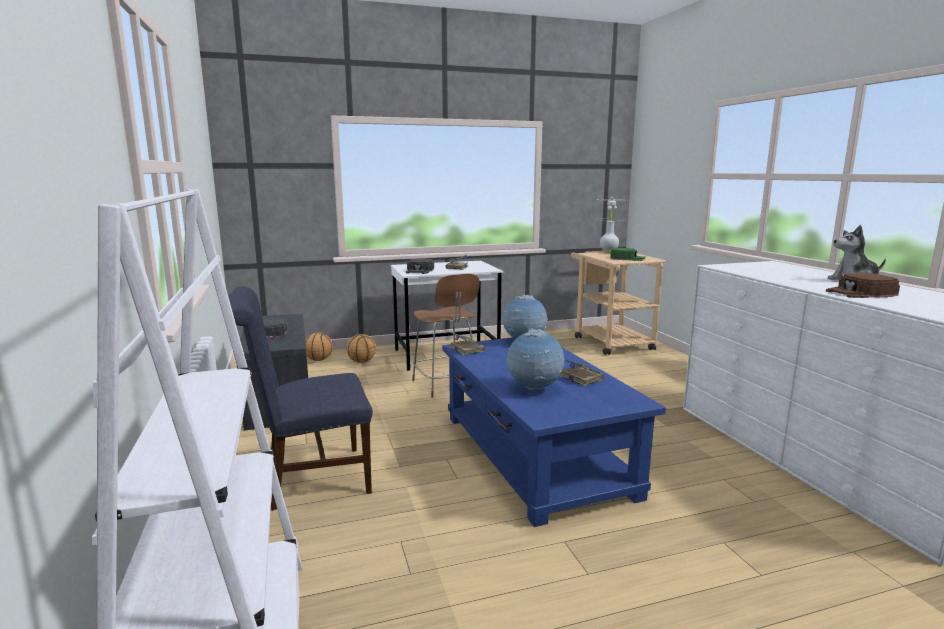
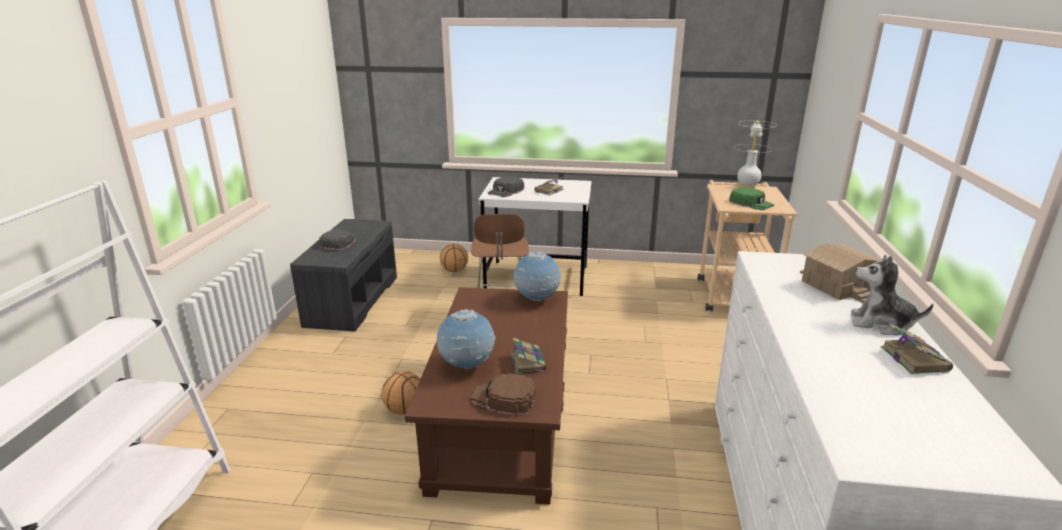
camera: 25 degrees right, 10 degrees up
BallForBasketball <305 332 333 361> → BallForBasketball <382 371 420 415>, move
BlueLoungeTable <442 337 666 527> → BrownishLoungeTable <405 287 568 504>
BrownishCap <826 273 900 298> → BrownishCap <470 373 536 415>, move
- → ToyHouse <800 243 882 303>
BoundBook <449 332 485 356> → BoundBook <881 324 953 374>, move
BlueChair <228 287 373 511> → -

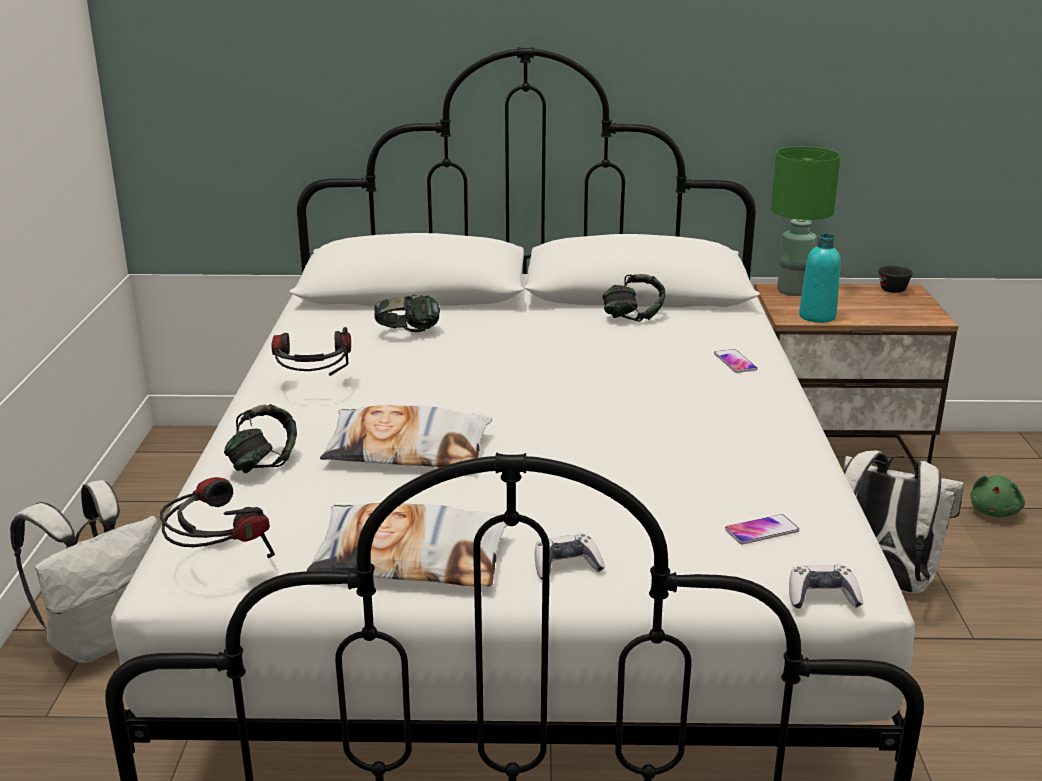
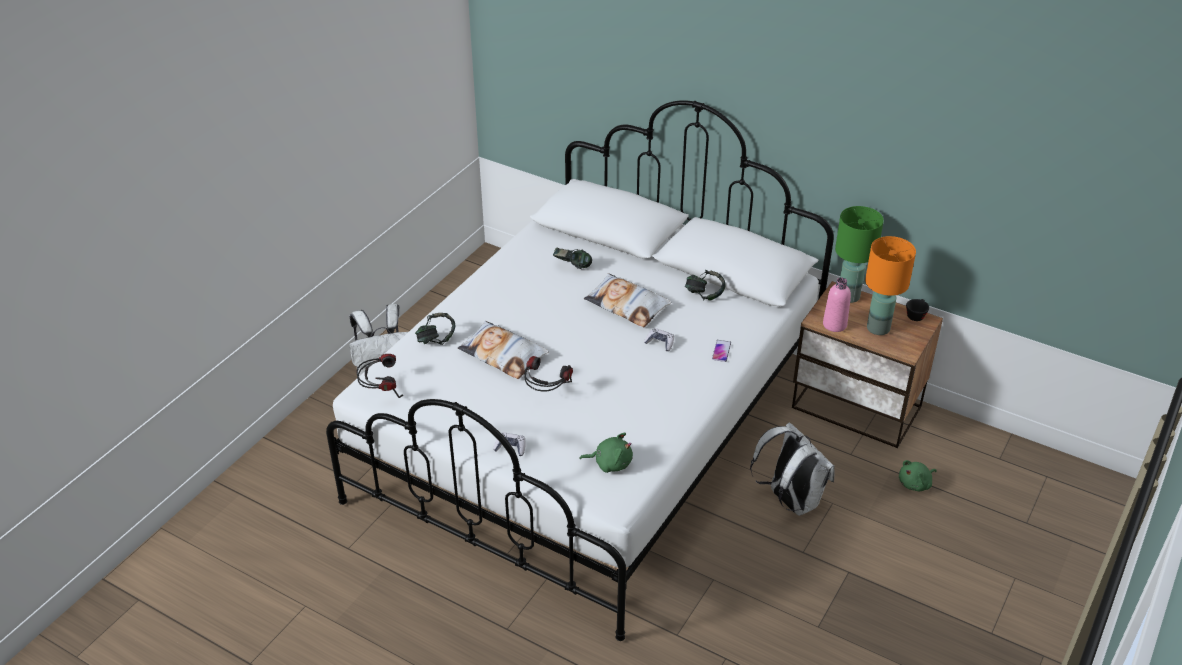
camera: 30 degrees right, 15 degrees up
Headset <271 327 351 376> → Headset <524 356 573 392>, move
Telephone <725 514 800 544> → GreenishCuddlyToy <580 433 633 473>
ThrowPillow <307 503 508 586> → ThrowPillow <584 274 671 327>, move
Gamepad <789 565 863 609> → Gamepad <644 328 674 351>, move
TurquoiseDrinkBottle <799 234 841 323> → PinkColouredDrinkBottle <823 278 851 332>
- → OrangeColouredTabletopLamp <865 236 916 335>

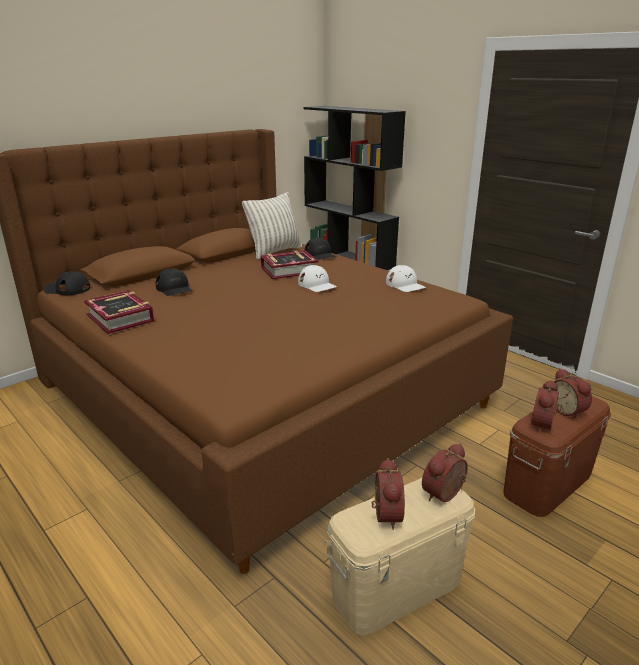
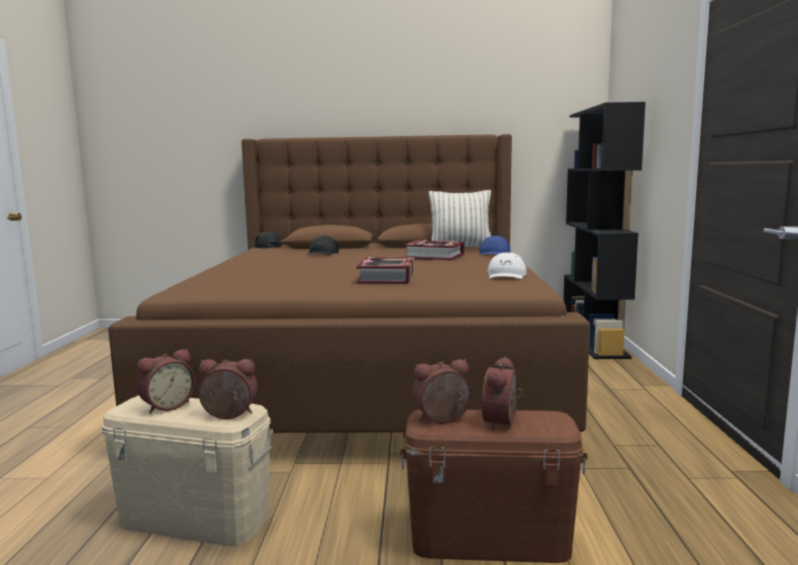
camera: 45 degrees right, 15 degrees down
BoundBook <84 290 154 334> → BoundBook <356 257 414 284>, move
BlackishCap <304 238 336 260> → BlueCap <480 235 511 255>
WhiteCap <298 265 337 292> → -

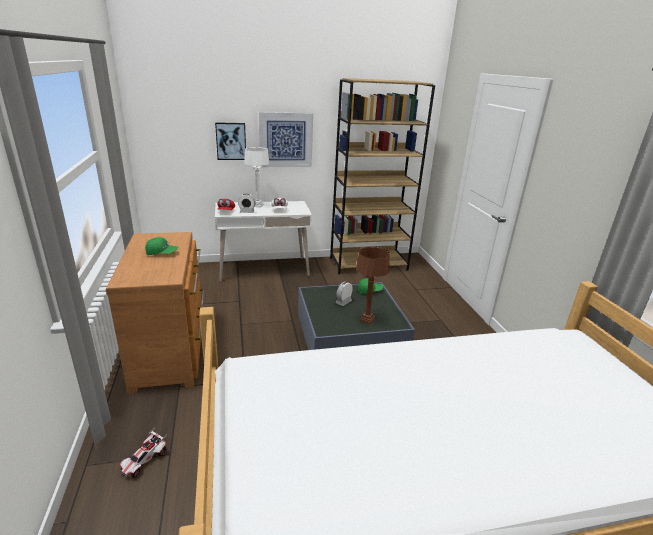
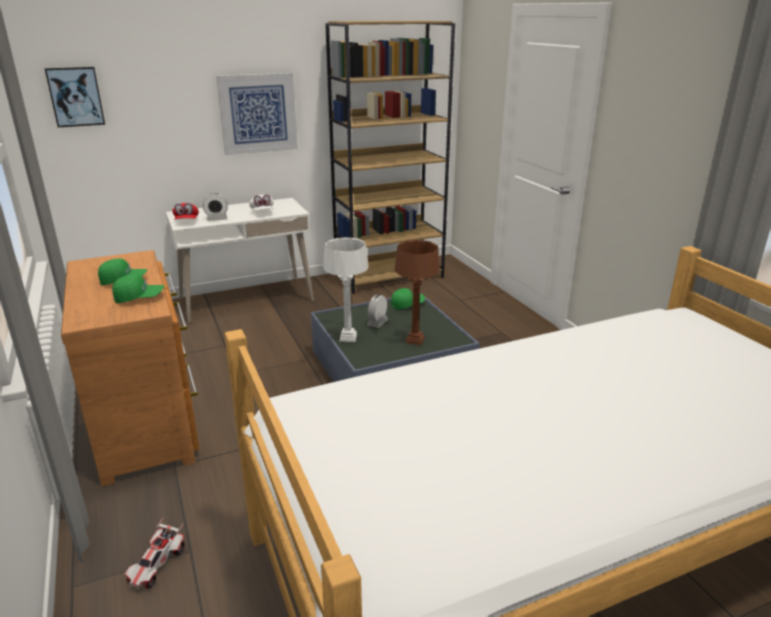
camera: 10 degrees left, 0 degrees up
Picture <215 122 246 160> → Picture <45 67 105 127>, move
- → GreenishCap <112 274 164 303>
WhiteTabletopLamp <244 147 269 208> → WhiteTabletopLamp <323 237 369 342>, move

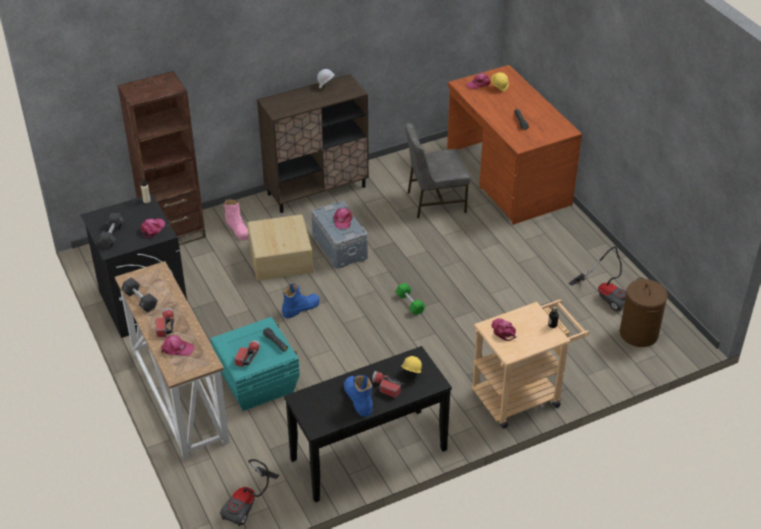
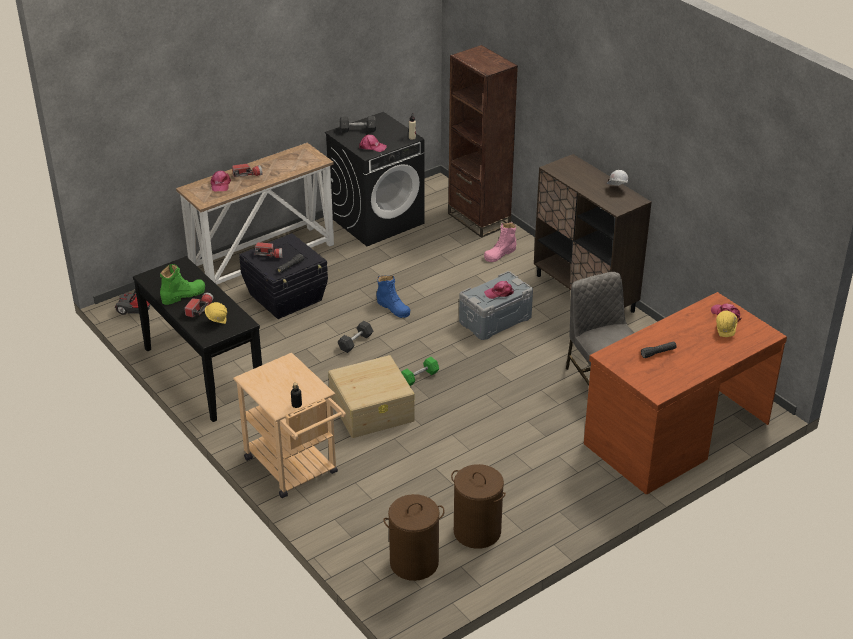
camera: 80 degrees right, 5 degrees down
BlueBoot <344 375 373 417> → GreenishBoot <160 264 205 305>
TurquoiseStorageContainer <211 317 300 411> → BlackishStorageContainer <239 233 328 319>
SandColouredStorageContainer <247 214 313 281> → SandColouredStorageContainer <329 355 415 438>, move
GreyishHandWeight <121 277 158 312> → GreyishHandWeight <338 321 373 353>, move
VacuumCleaner <569 246 626 312> → BrownishLaundryBasket <451 464 506 549>
PinkColouredCap <491 318 517 341> → -

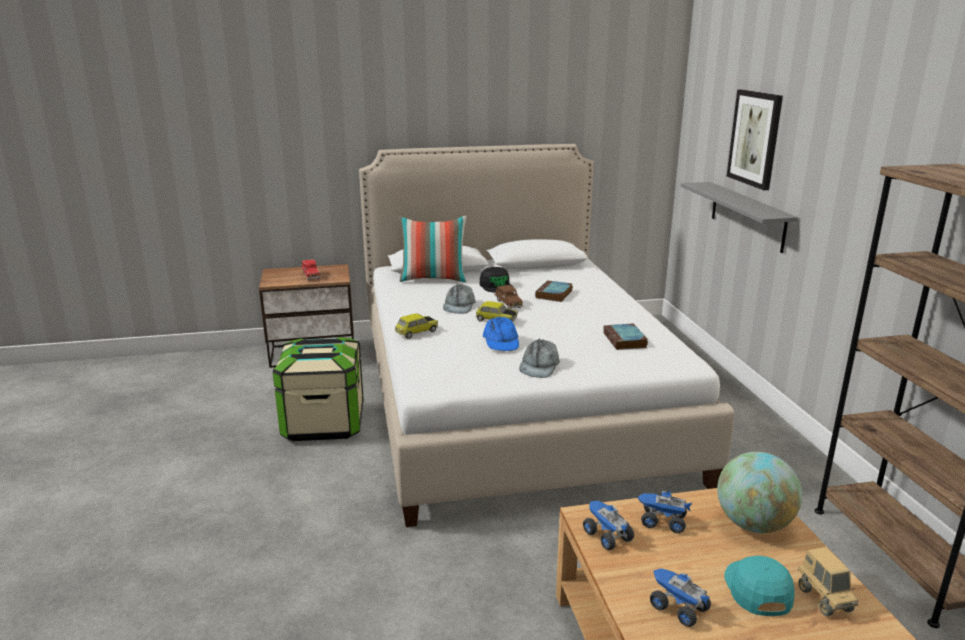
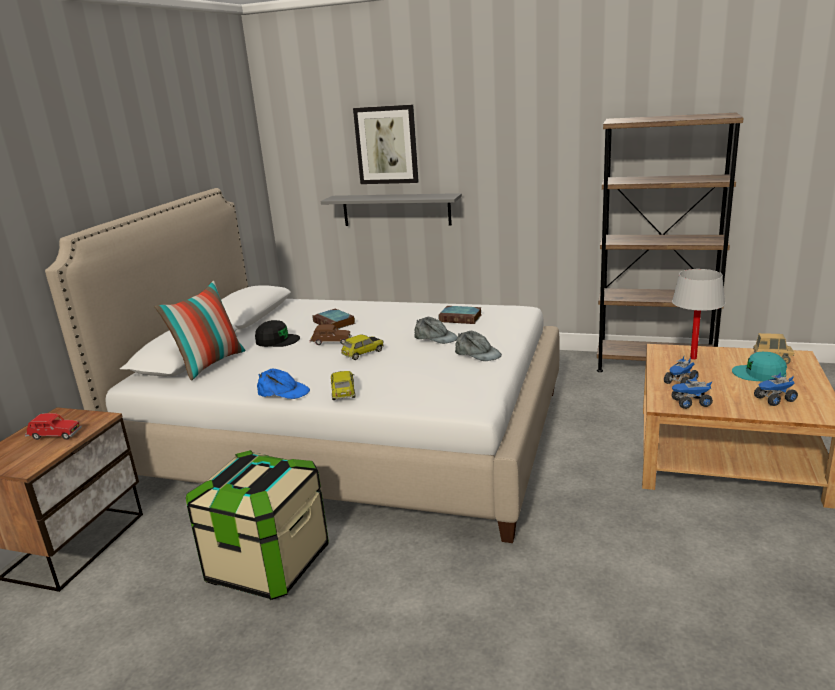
camera: 60 degrees left, 0 degrees up
BlueCap <483 317 519 351> → BlueCap <257 369 310 399>, move
GreyishCap <443 284 476 314> → GreyishCap <414 317 458 344>, move
DeskGlobe <717 452 802 533> → WhiteTabletopLamp <672 269 725 360>

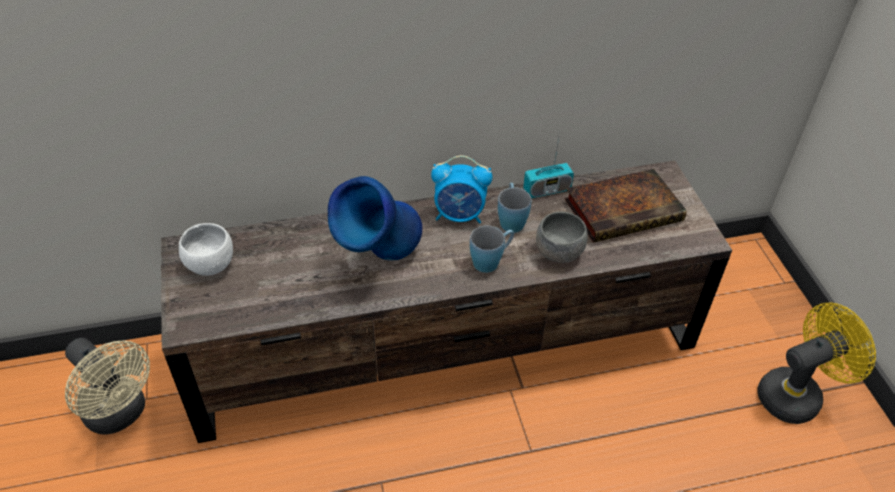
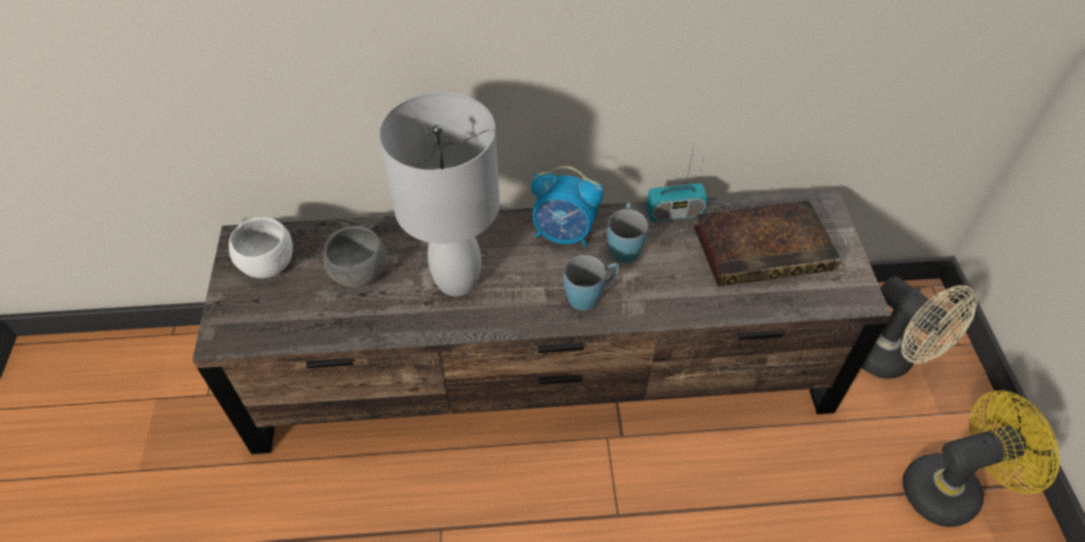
camera: 10 degrees right, 5 degrees up
GreyishServingBowl <536 212 588 263> → GreyishServingBowl <323 226 387 288>, move
BlueDecorativeVase <328 176 422 261> → WhiteTabletopLamp <379 92 500 296>
SandColouredElectricFan <65 338 150 435> → SandColouredElectricFan <861 277 977 379>, move

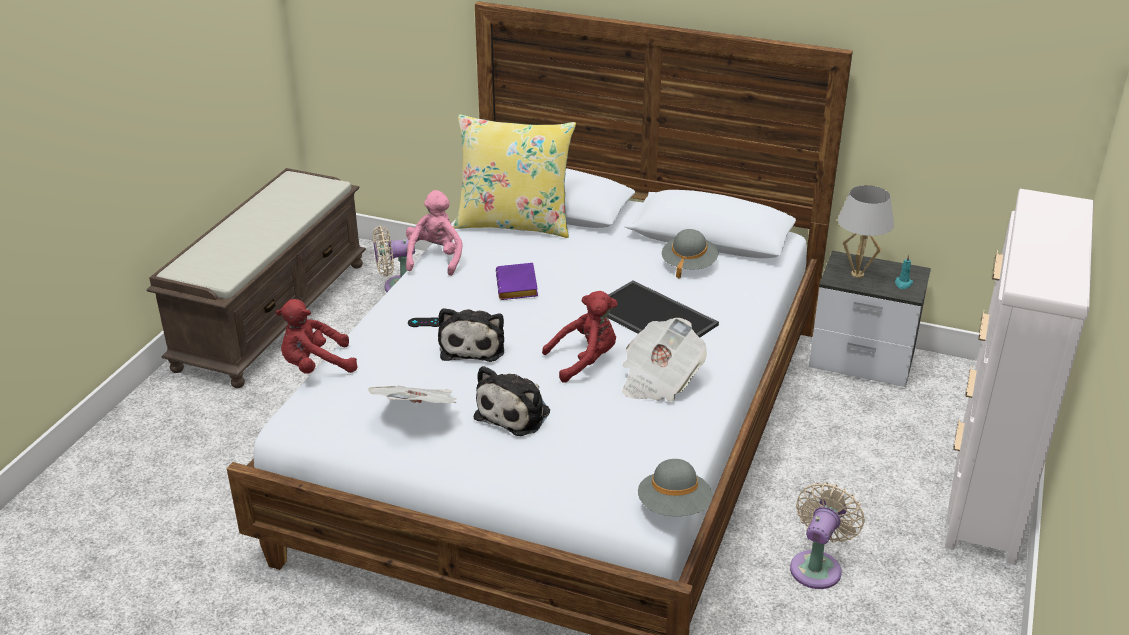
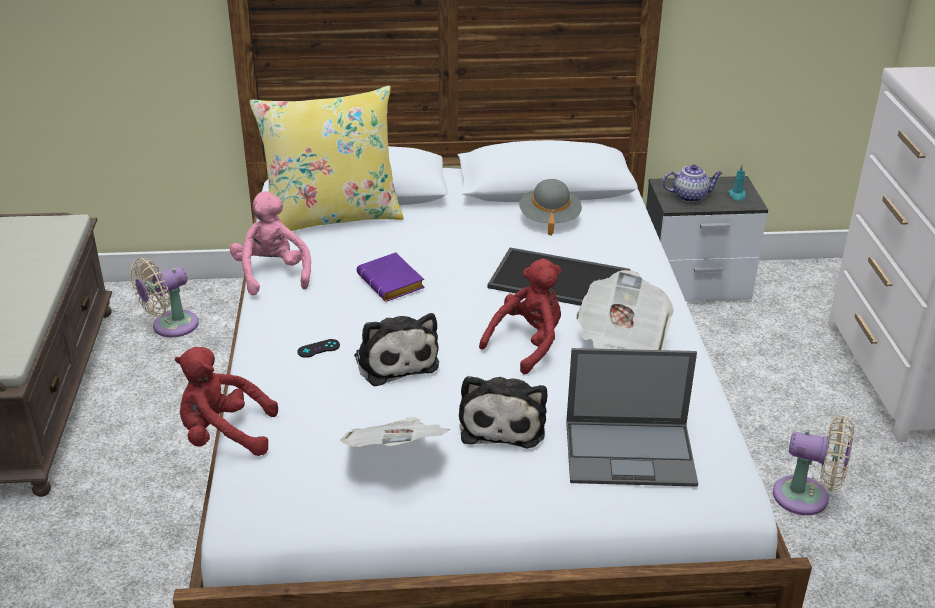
camera: 25 degrees left, 0 degrees up
RedCuddlyToy <276 299 357 374> → RedCuddlyToy <175 347 278 456>, 45 degrees clockwise
- → NotebookComputer <566 348 698 487>
WhiteTabletopLamp <838 185 894 278> → PotForTea <662 165 723 202>
SandColouredElectricFan <790 482 865 589> → SandColouredElectricFan <773 416 854 515>, 105 degrees clockwise
GreyishHat <638 459 712 516> → -

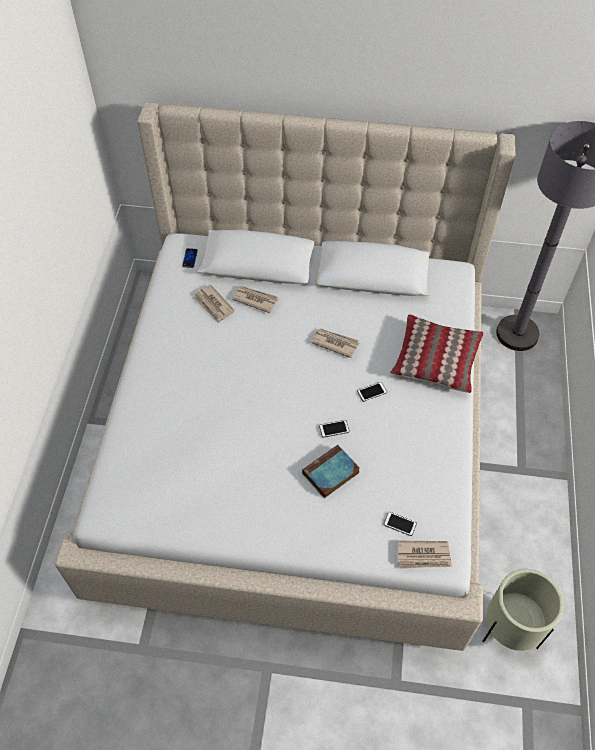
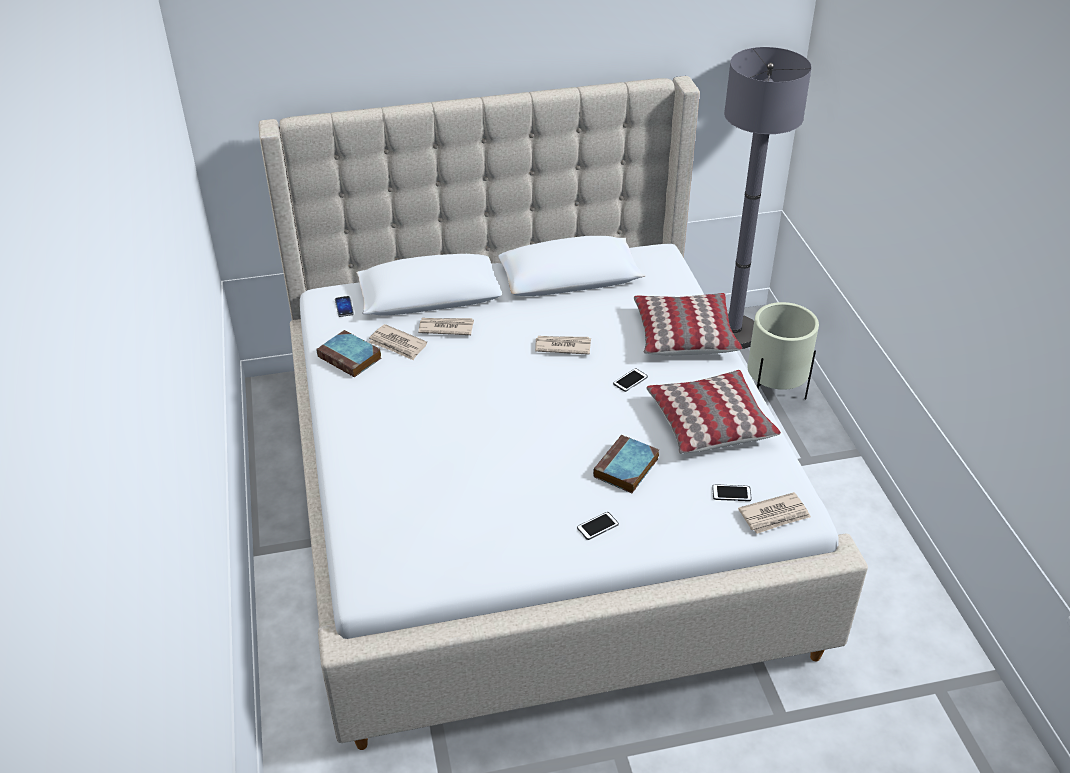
camera: 20 degrees left, 15 degrees down
- → BoundBook <316 330 381 377>
Telephone <319 420 350 438> → Telephone <577 512 619 540>, move
- → ThrowPillow <646 370 781 454>
SandColouredPlantPot <483 569 564 651> → SandColouredPlantPot <748 302 819 399>, move

